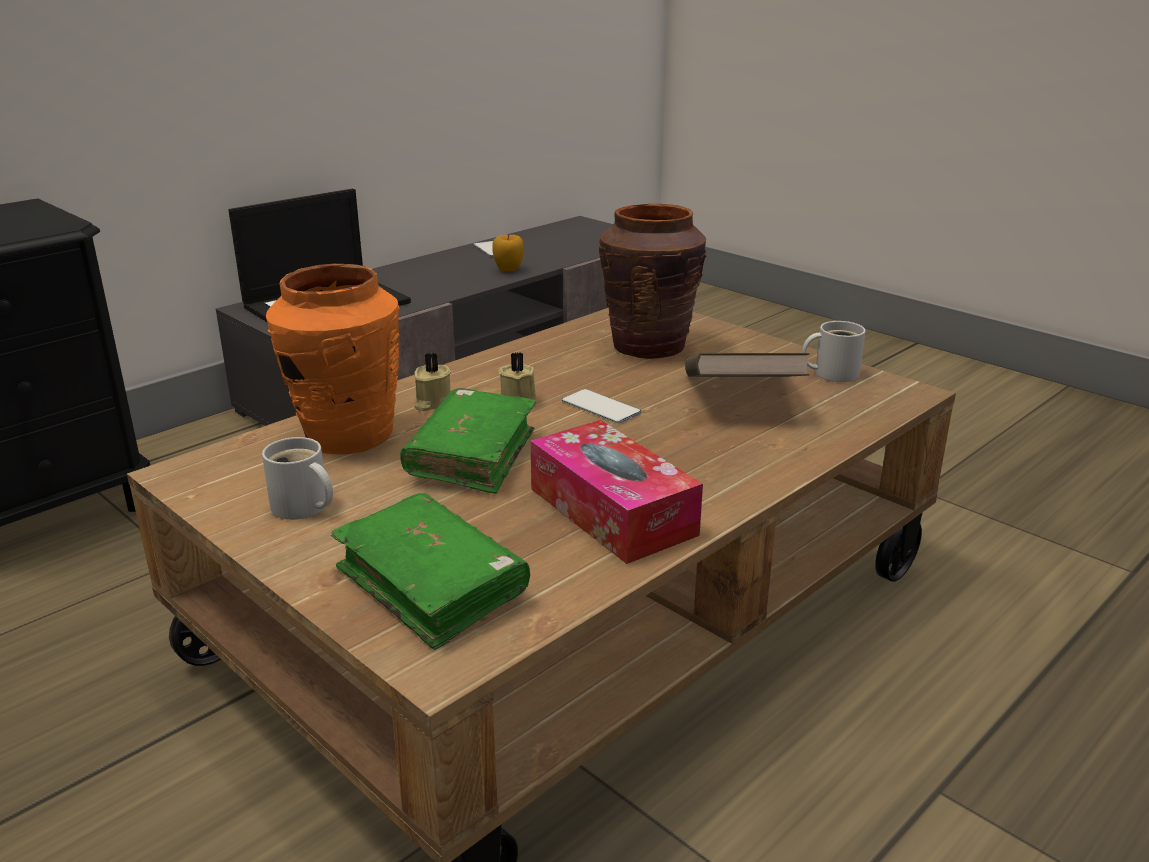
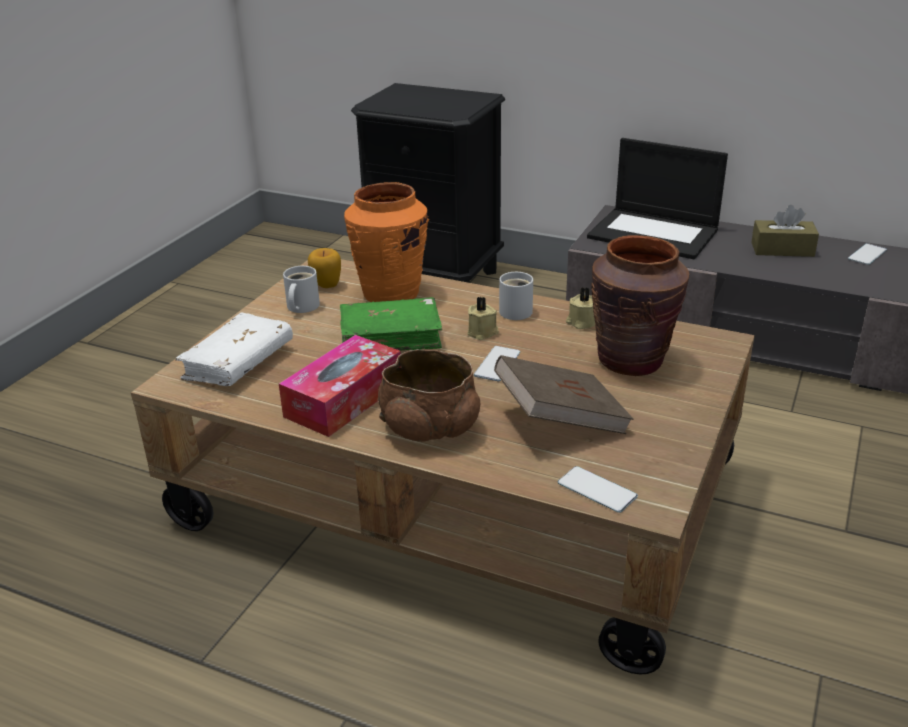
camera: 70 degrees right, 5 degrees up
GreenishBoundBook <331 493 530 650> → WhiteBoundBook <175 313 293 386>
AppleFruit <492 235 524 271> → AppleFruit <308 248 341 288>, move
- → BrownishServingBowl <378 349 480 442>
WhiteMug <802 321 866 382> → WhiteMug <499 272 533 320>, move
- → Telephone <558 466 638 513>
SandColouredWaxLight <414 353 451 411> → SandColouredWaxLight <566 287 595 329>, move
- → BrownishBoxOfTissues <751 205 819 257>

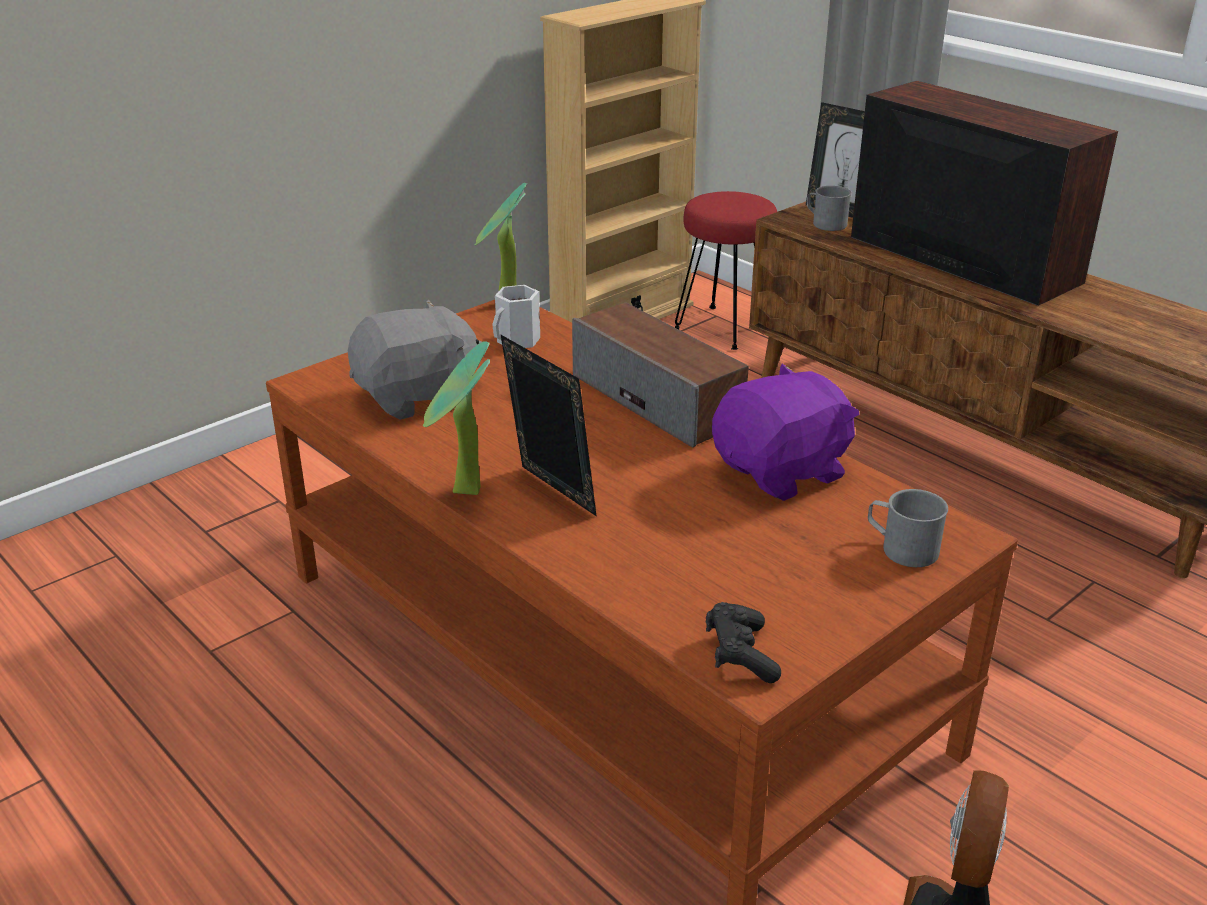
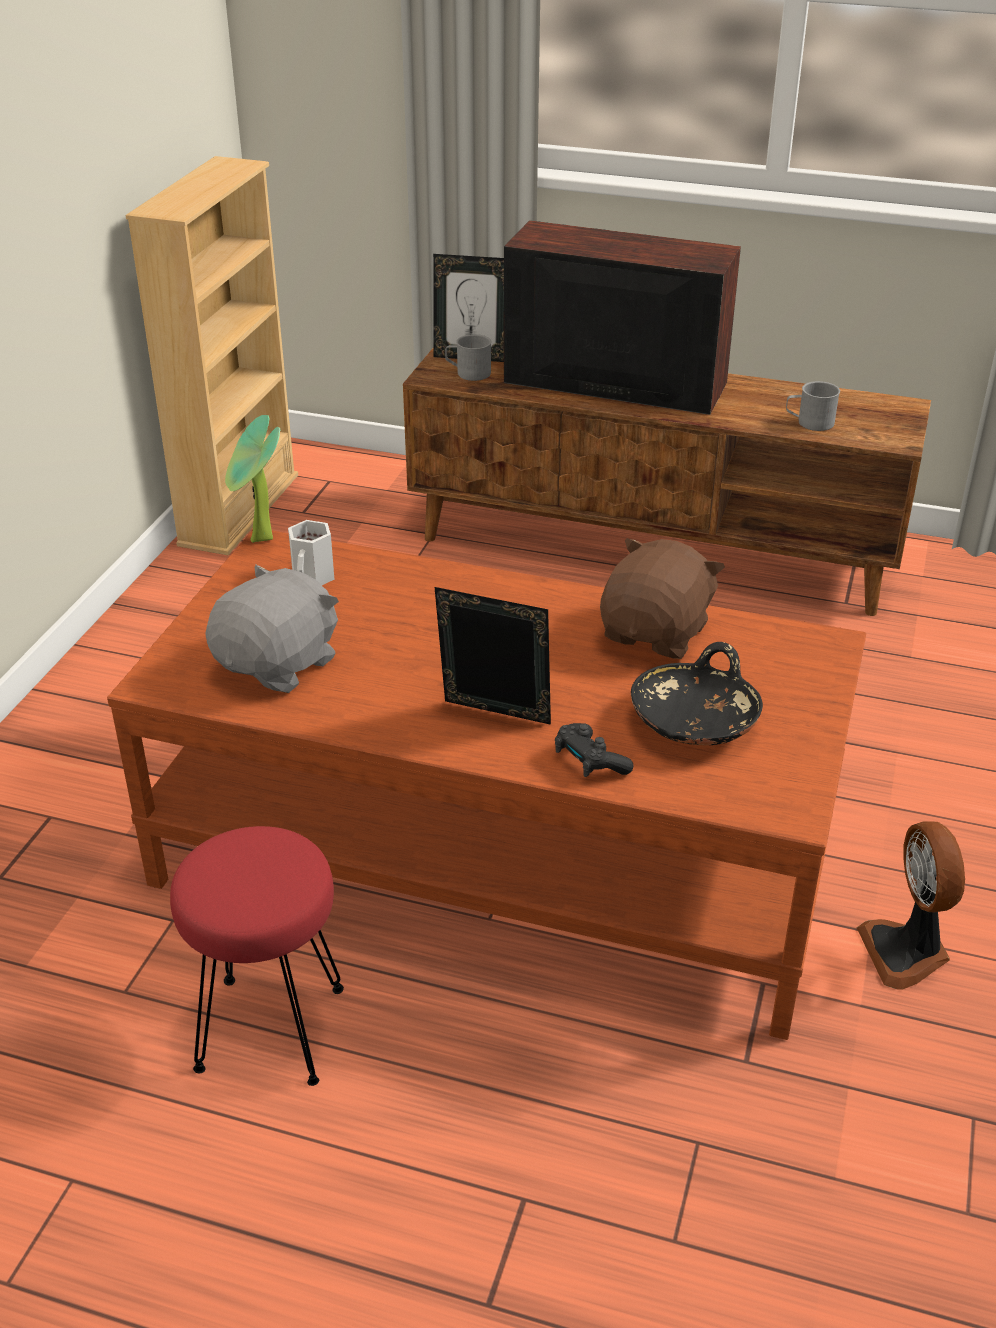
camera: 30 degrees left, 5 degrees up
RedSittingStool <675 191 777 350> → RedSittingStool <170 826 344 1086>, move
BlackishGamepad <706 602 781 683> → BlackishGamepad <555 723 633 777>, move
PurplishCuddlyToy <712 364 860 501> → BrownishCuddlyToy <600 538 725 659>
- → BlackishServingBowl <631 642 763 745>
GreyishMug <868 489 948 567> → GreyishMug <786 381 840 431>, move
PlantInAPot <423 341 490 495> → -
AudioSpeaker <572 302 749 448> → -

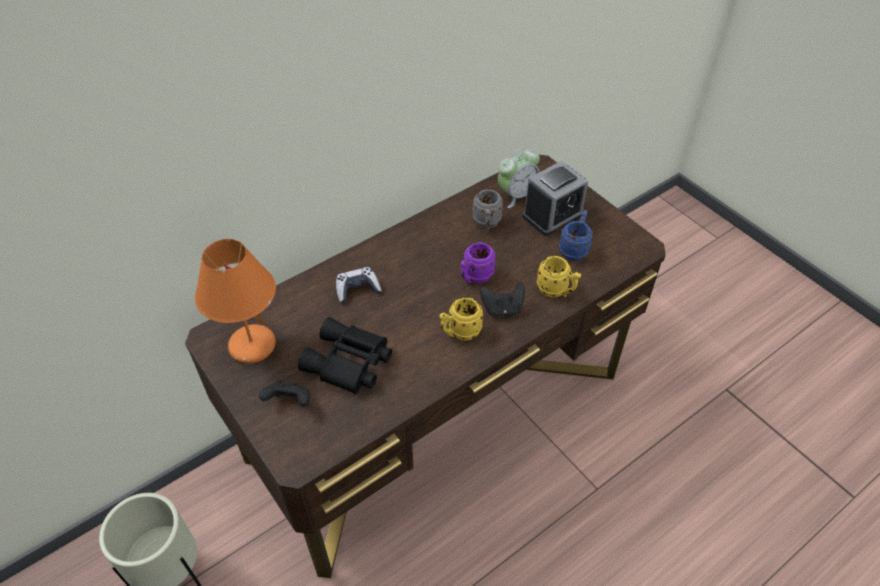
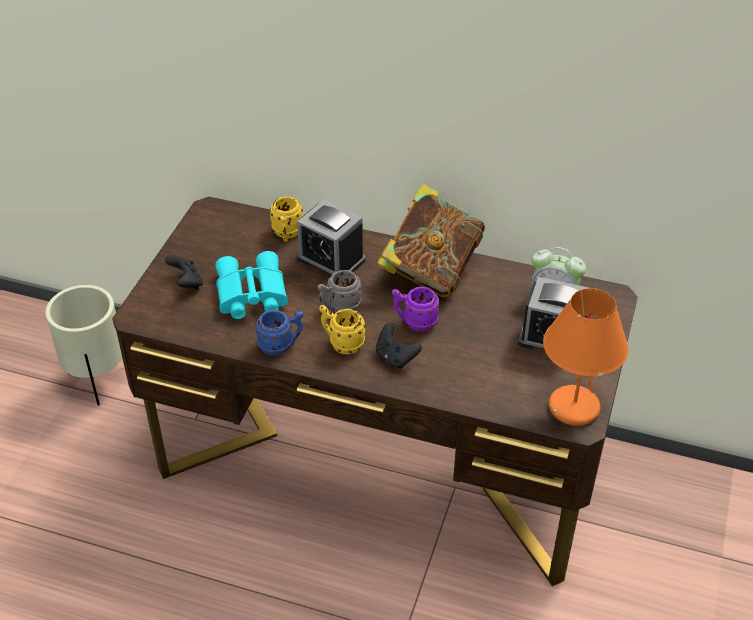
camera: 55 degrees right, 5 degrees down
BlackishPairOfBinoculars <298 317 392 394> → TurquoisePairOfBinoculars <215 251 288 319>
BlueMug <559 210 593 261> → BlueMug <255 310 304 356>, move
YellowColouredMug <537 256 581 297> → YellowColouredMug <270 196 303 242>, move
Gamepad <336 267 382 302> → TableClock <297 200 365 277>
GreyishMug <472 189 504 232> → GreyishMug <318 270 362 313>, move
- → BoundBook <377 184 485 297>
OrangeColouredTabletopLamp <195 239 276 364> → OrangeColouredTabletopLamp <543 288 629 426>, move

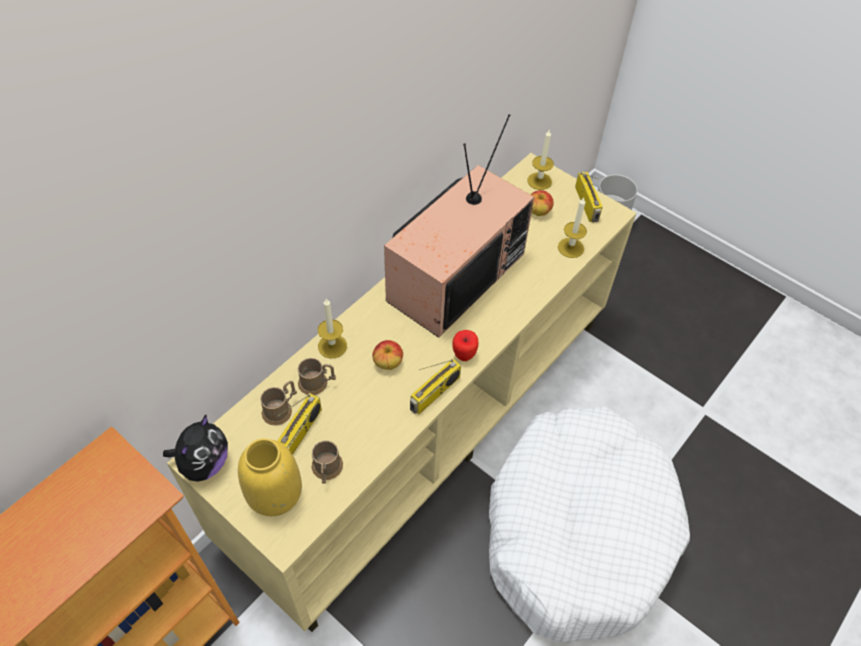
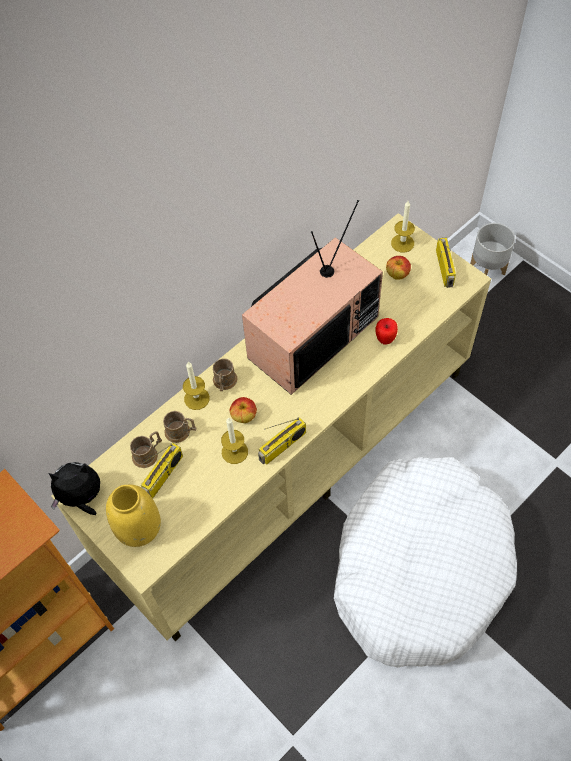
camera: 10 degrees right, 5 degrees up
CuddlyToy <163 415 228 482> → CuddlyToy <49 462 100 515>, 135 degrees counterclockwise
BrownishMug <312 441 343 484> → BrownishMug <213 358 238 391>, move
WaxLight <558 198 587 258> → WaxLight <221 418 248 464>, move
AppleFruit <452 330 478 361> → AppleFruit <376 318 398 345>, move

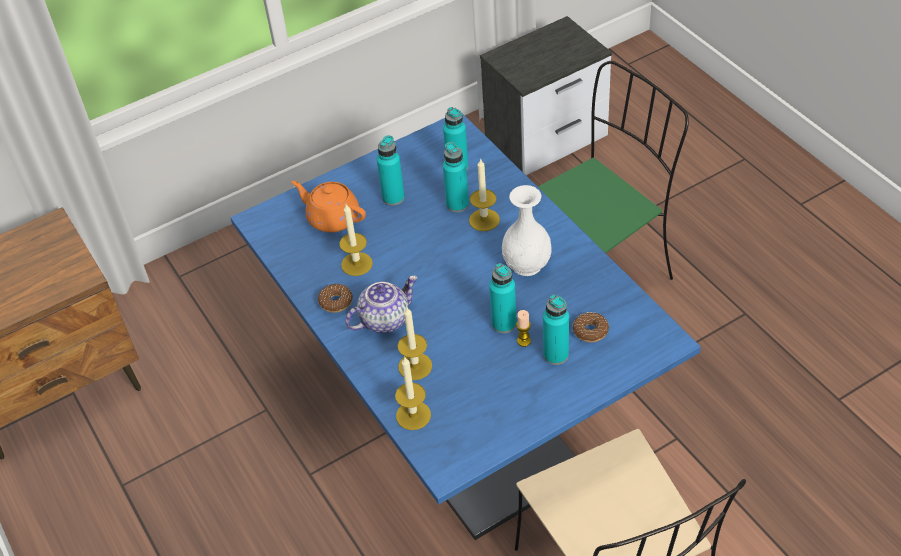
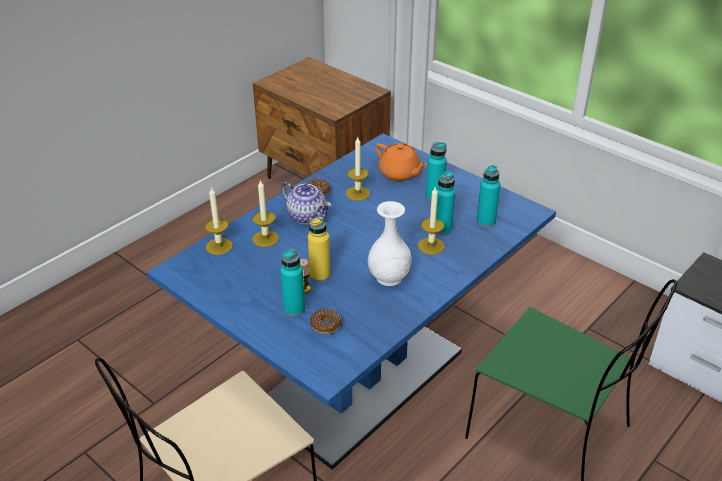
camera: 70 degrees right, 10 degrees down
TurquoiseDrinkBottle <489 263 517 333> → YellowColouredDrinkBottle <308 216 330 282>
OrangeColouredPotForTea <291 181 366 232> → OrangeColouredPotForTea <376 143 427 181>, 120 degrees clockwise

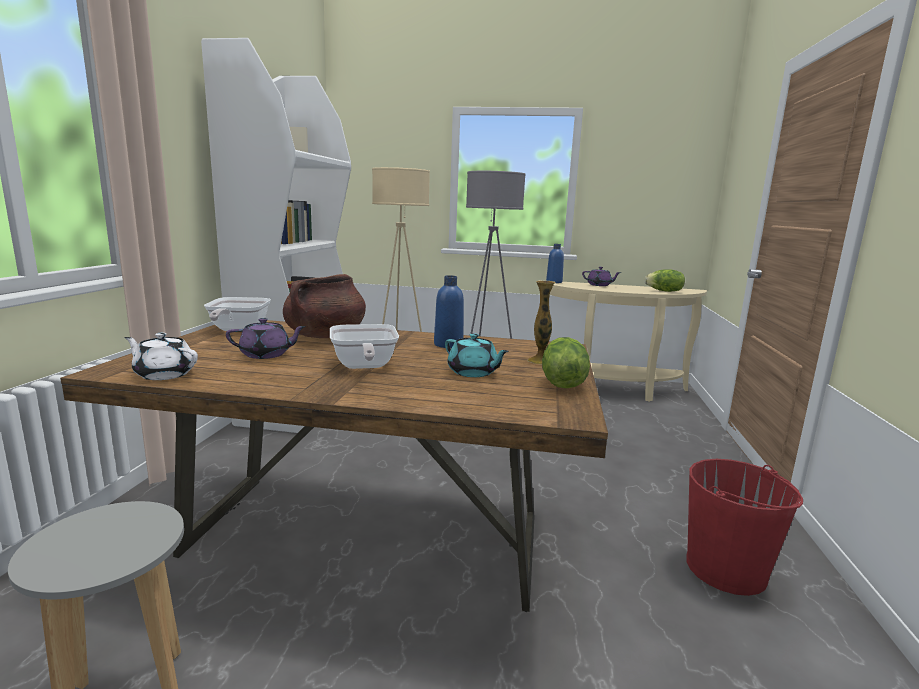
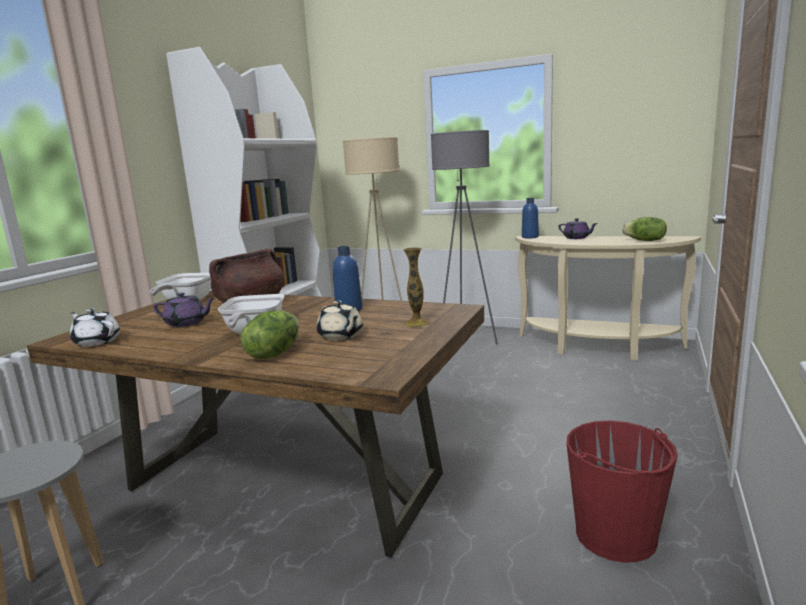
camera: 15 degrees right, 0 degrees up
HeadOfLettuce <542 337 590 388> → HeadOfLettuce <241 310 299 359>, move
TurquoisePotForTea <445 333 509 377> → SandColouredPotForTea <316 301 363 341>

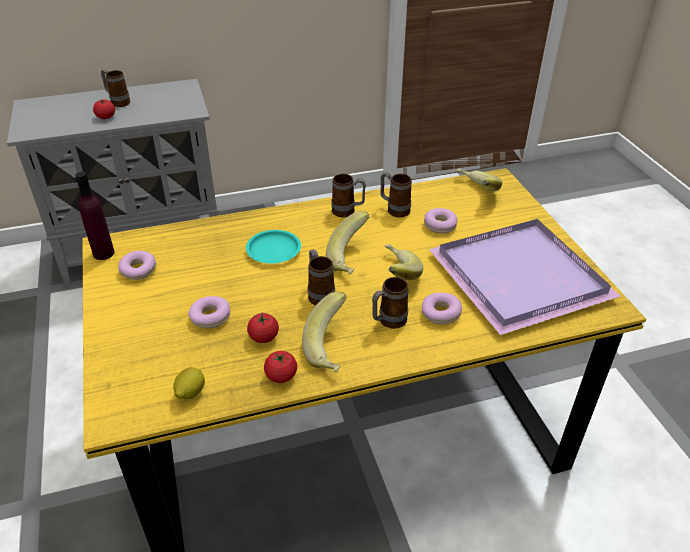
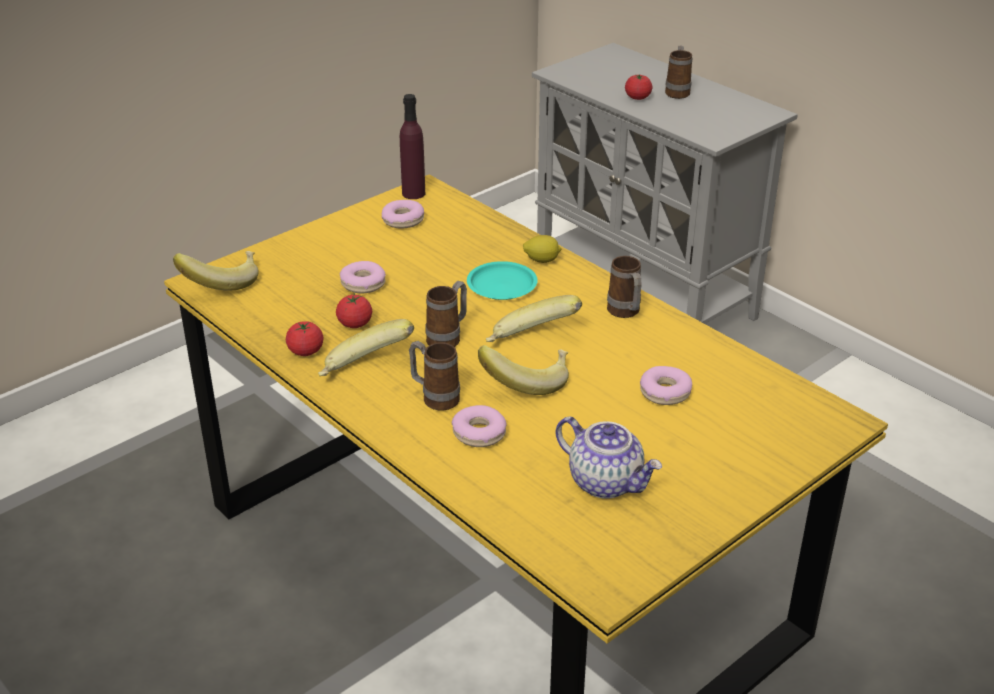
camera: 65 degrees right, 5 degrees down
WholeBanana <457 169 502 191> → WholeBanana <173 251 259 290>, move
Lemon <173 367 205 399> → Lemon <523 235 561 263>, move
PurplishServingTray <429 219 621 335> → PotForTea <556 417 662 499>
Mug <380 172 412 218> → -

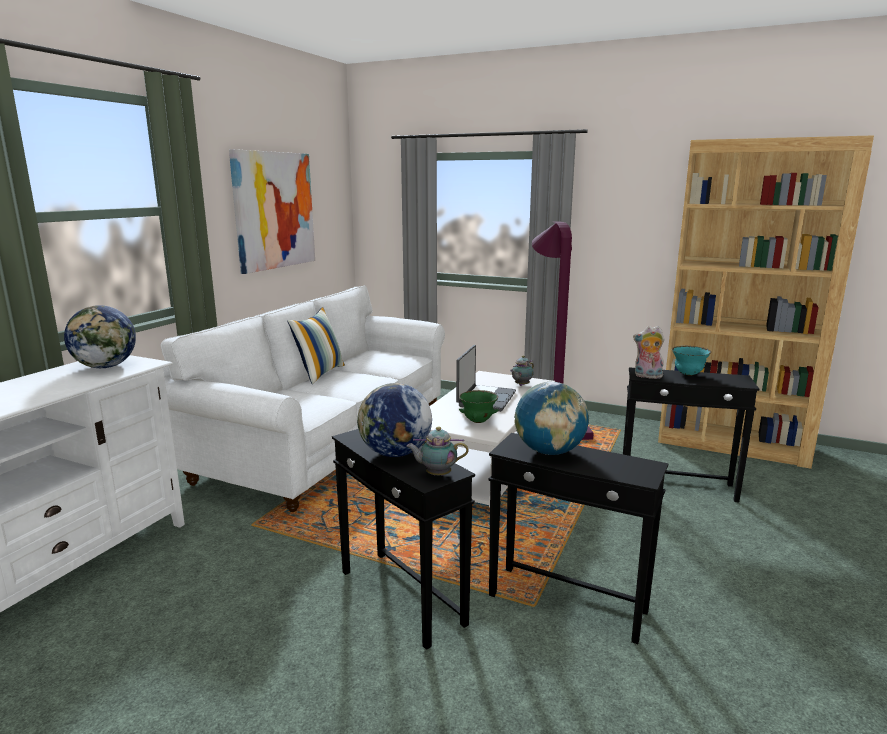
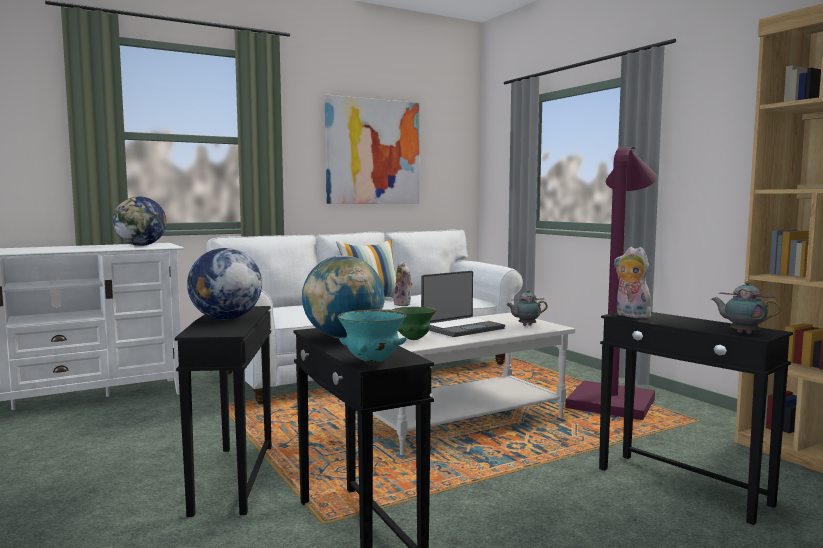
camera: 35 degrees right, 10 degrees down
TurquoiseServingBowl <672 345 711 376> → TurquoiseServingBowl <337 309 407 363>, move
- → CuddlyToy <394 261 413 306>
PotForTea <406 426 469 476> → PotForTea <711 281 781 334>, move

